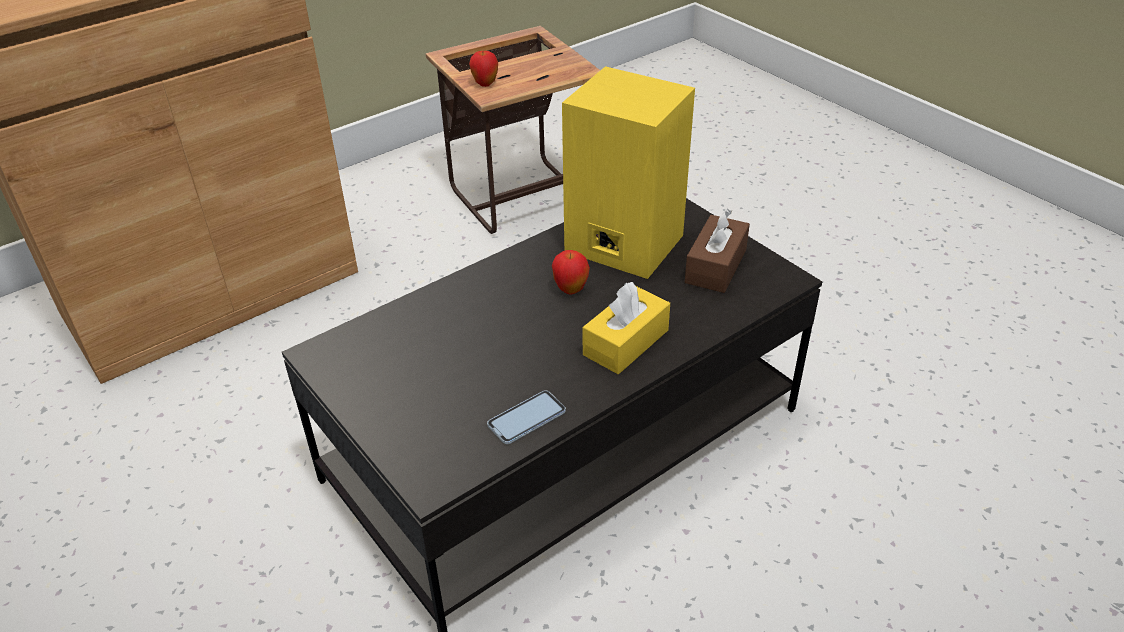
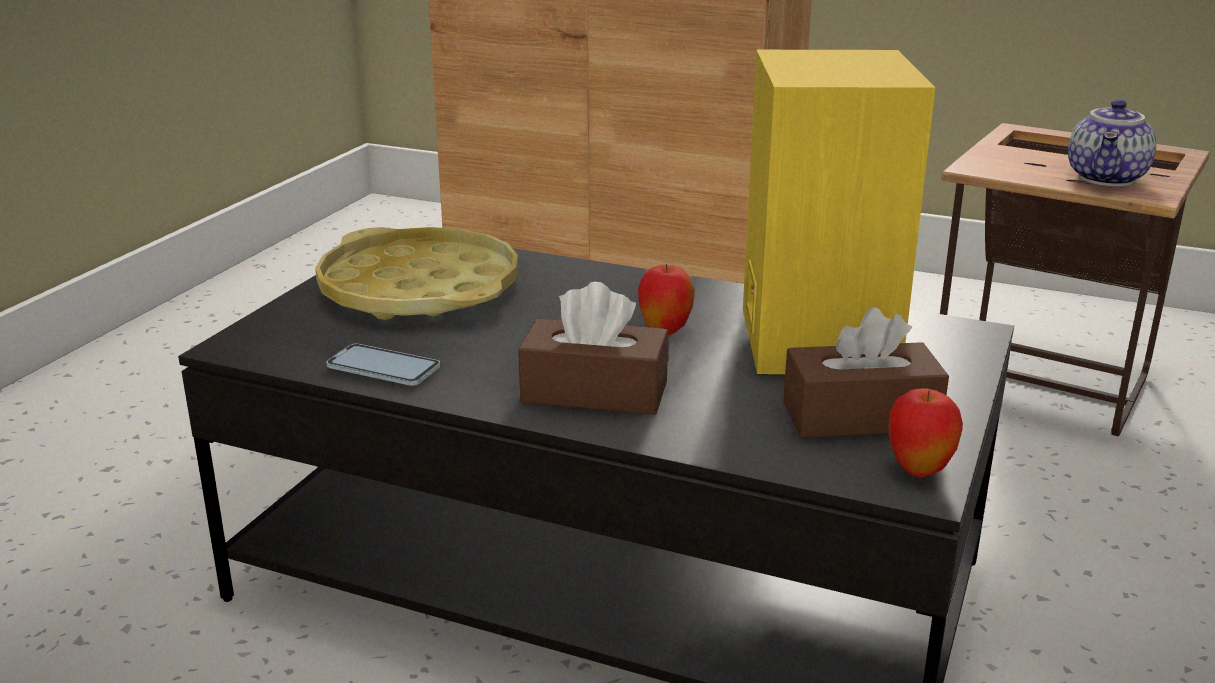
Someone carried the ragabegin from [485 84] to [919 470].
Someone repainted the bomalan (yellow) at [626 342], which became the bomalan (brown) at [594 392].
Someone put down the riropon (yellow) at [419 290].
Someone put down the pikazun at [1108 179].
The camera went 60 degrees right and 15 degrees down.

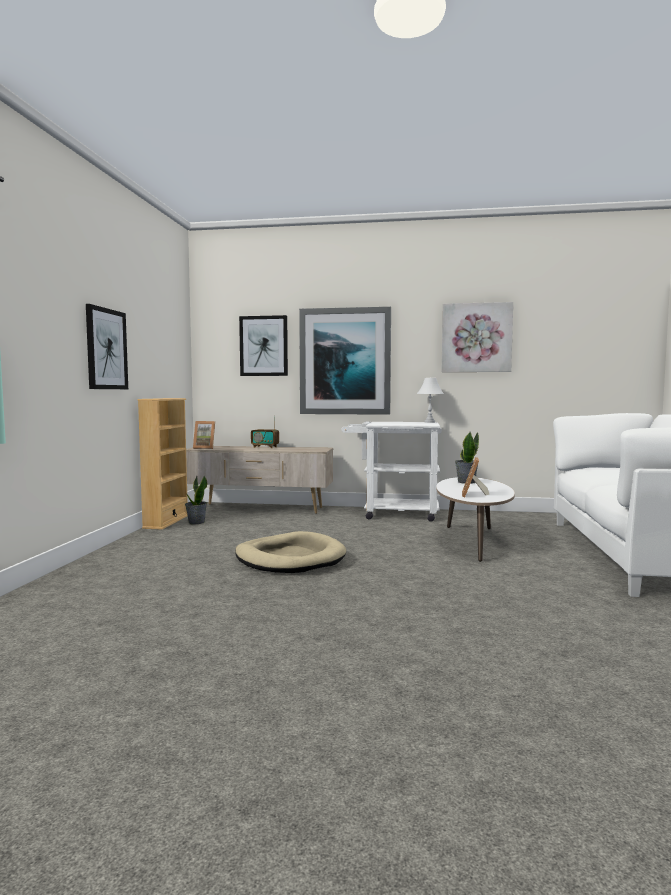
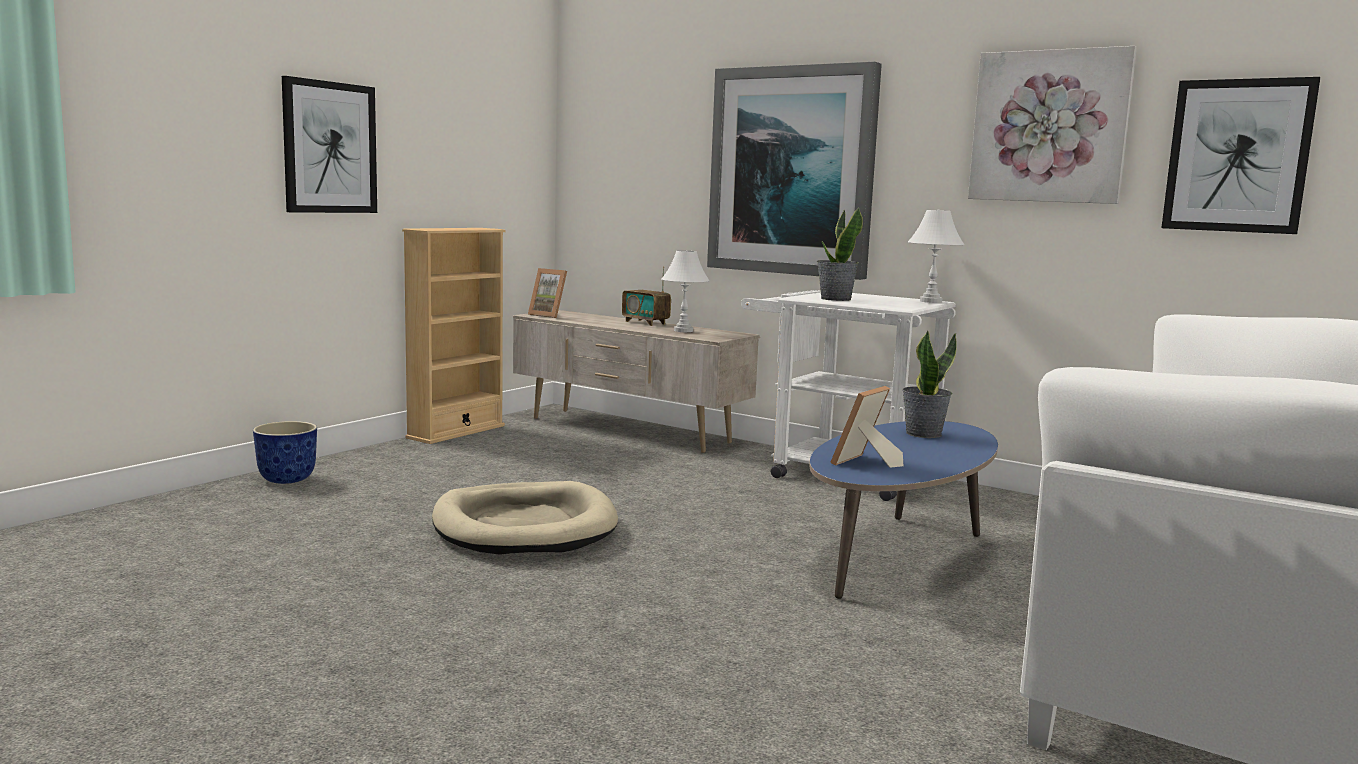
Someone carried the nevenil from [196 522] to [835 299].
Someone carried the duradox from [263 346] to [1237 156].
Someone repainted the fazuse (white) at [473 540], which became the fazuse (blue) at [899 554].
Someone put down the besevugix at [287 479].
Someone put down the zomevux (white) at [684 331].
The camera went 25 degrees right and 5 degrees up.

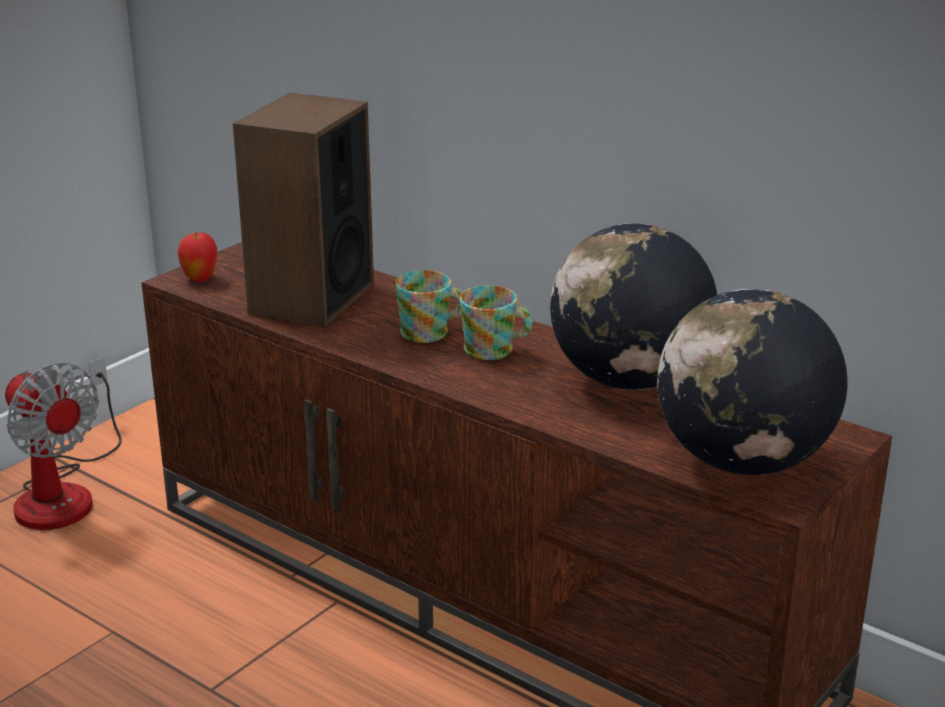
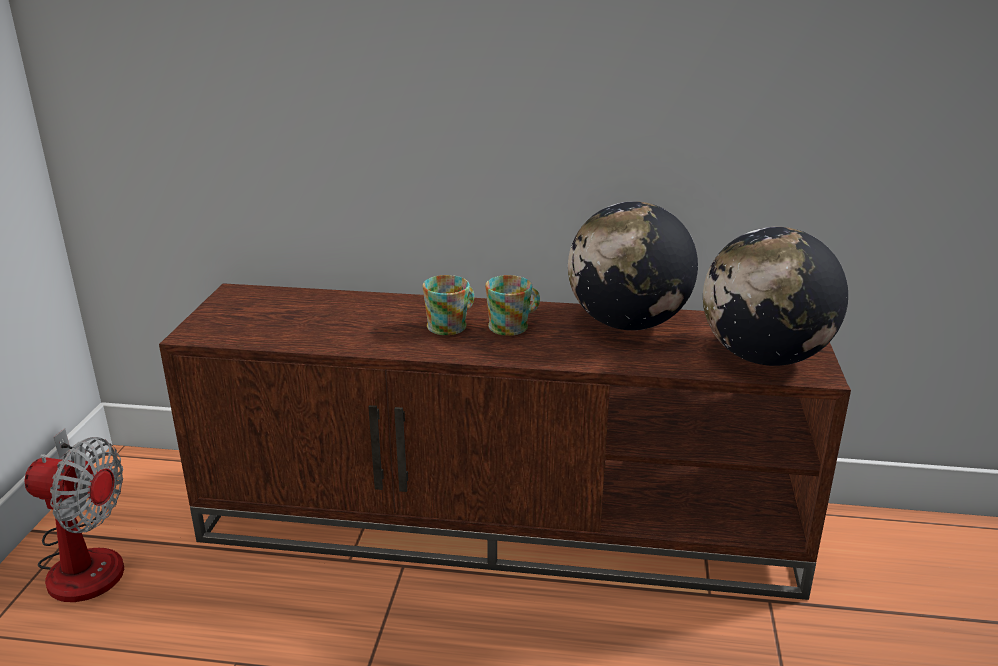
Someone took away the ragabegin at [200 279].
Someone took away the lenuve at [311 298].
The camera went 30 degrees left and 0 degrees up.

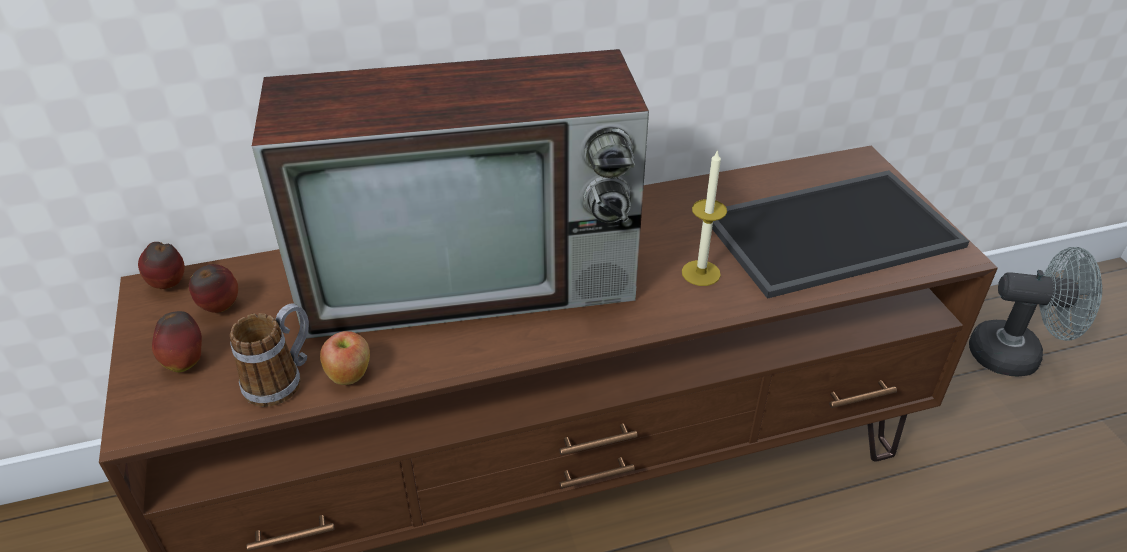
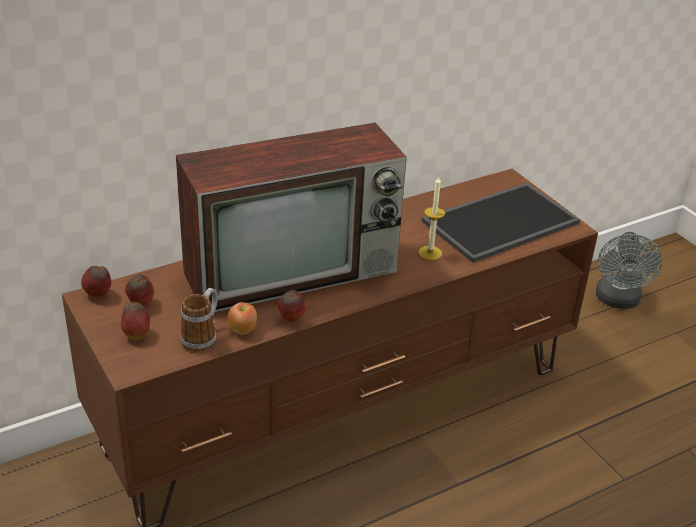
Someone rotated the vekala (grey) at [1016 355] by 105 degrees clockwise.
Someone put down the ragabegin at [291 319].
The camera went 15 degrees left and 5 degrees down.

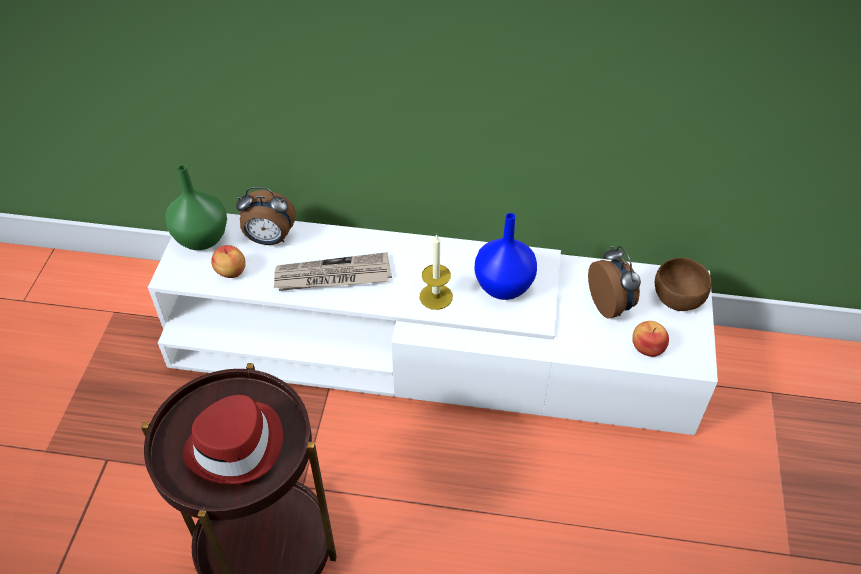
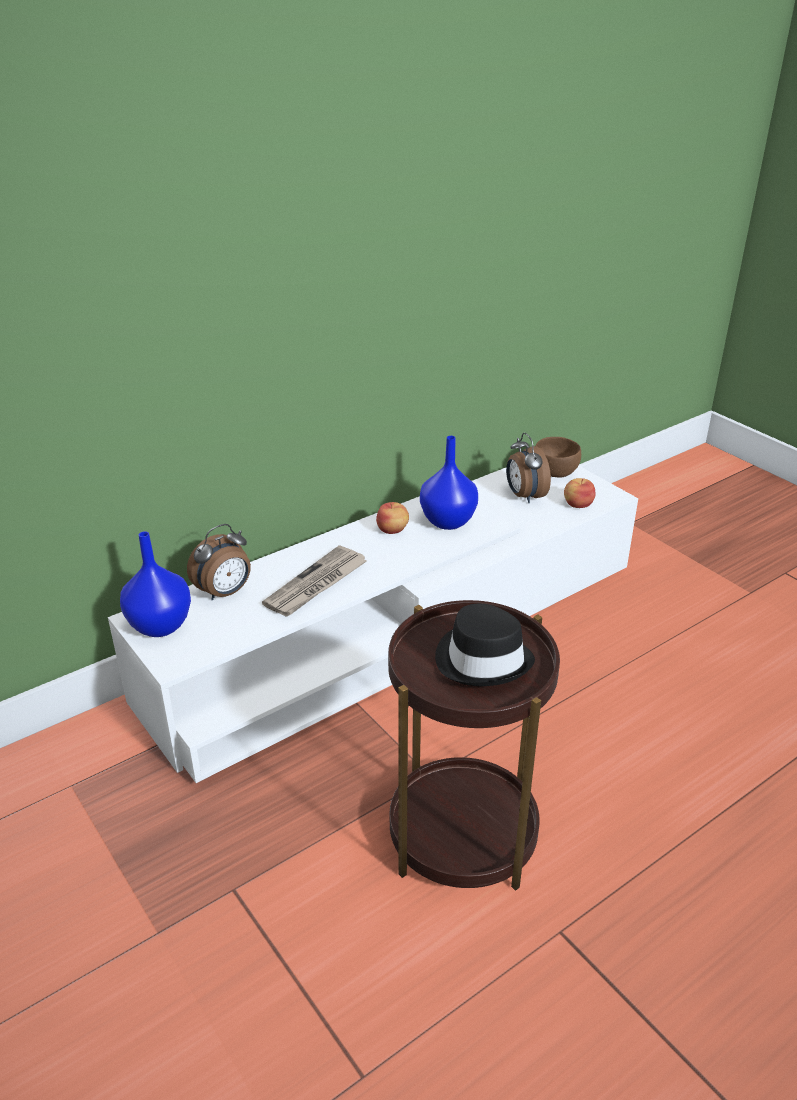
Someone repainted the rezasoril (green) at [201 238], which became the rezasoril (blue) at [159 625].
Someone repainted the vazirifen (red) at [237 446], which became the vazirifen (black) at [483 659].
Someone carried the ragabegin from [230 272] to [392 530].
Someone took away the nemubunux at [436 296].
Someone rotated the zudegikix at [610 305] by 135 degrees counterclockwise.
The camera went 45 degrees left and 15 degrees down.

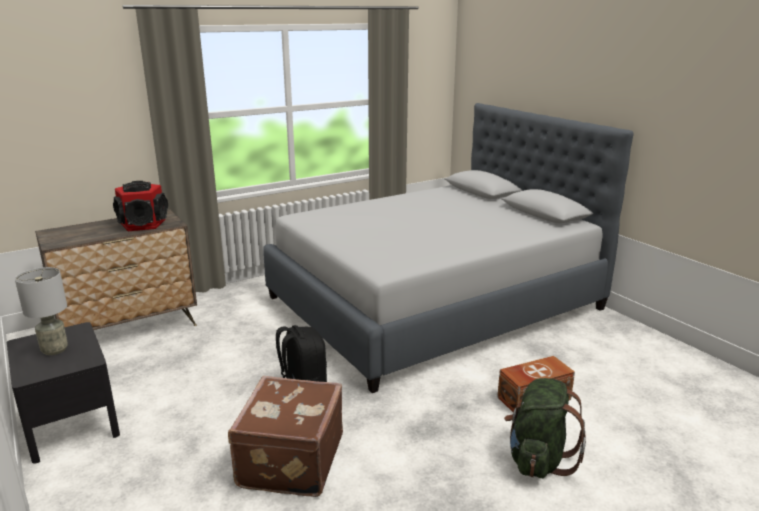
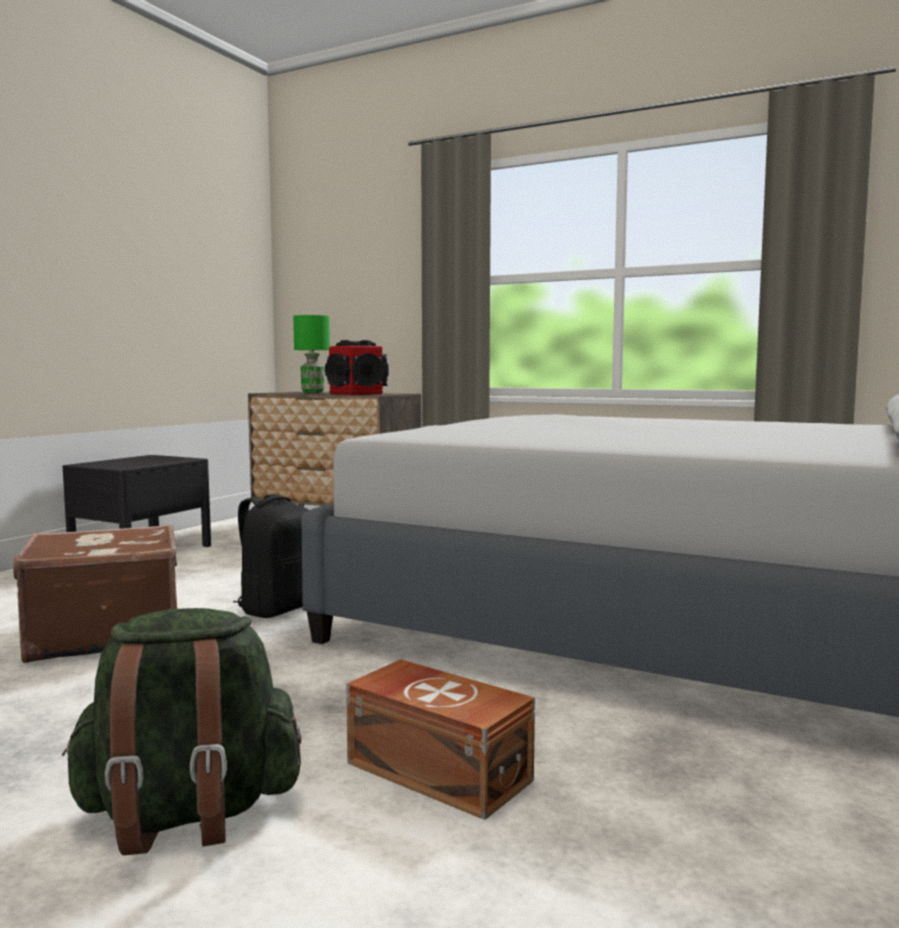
Someone took away the zomevux (grey) at [54 350].
Someone put down the zomevux (green) at [312 392].
The camera went 60 degrees right and 15 degrees down.

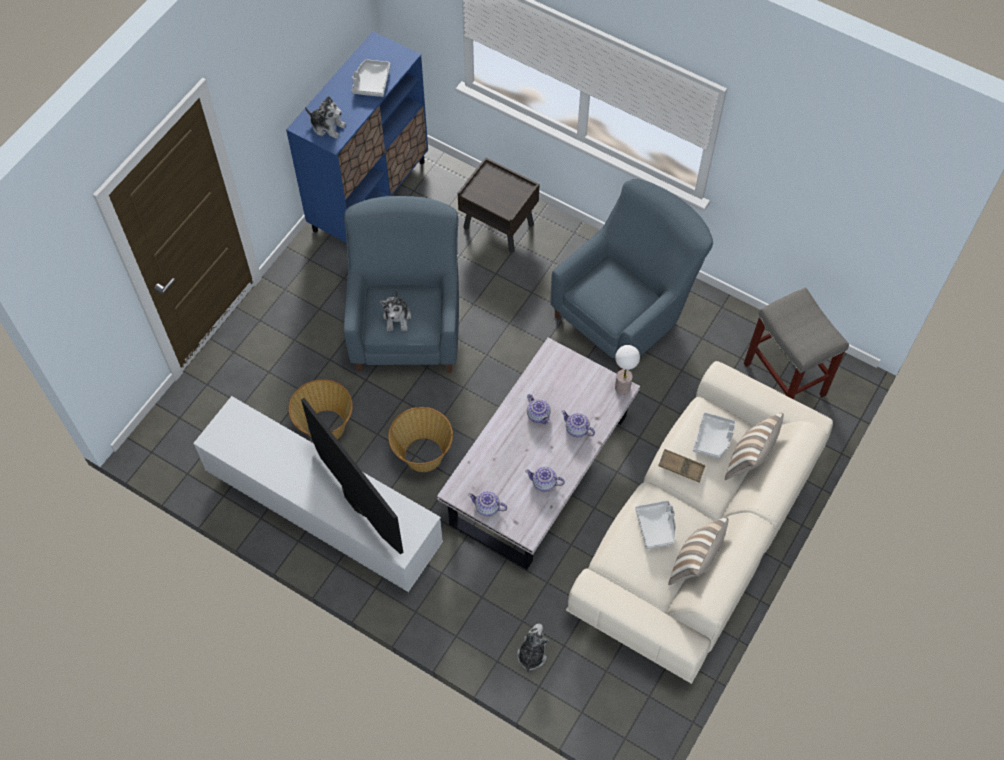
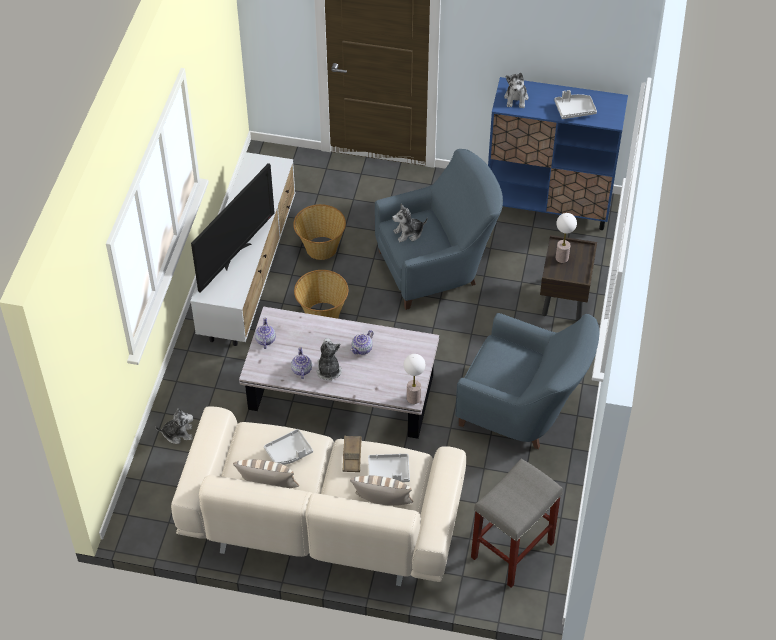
Someone took away the pikazun at [577 429].
Someone put down the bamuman at [328 370].
Someone put down the zomevux at [561 258].
The camera went 70 degrees right and 10 degrees down.

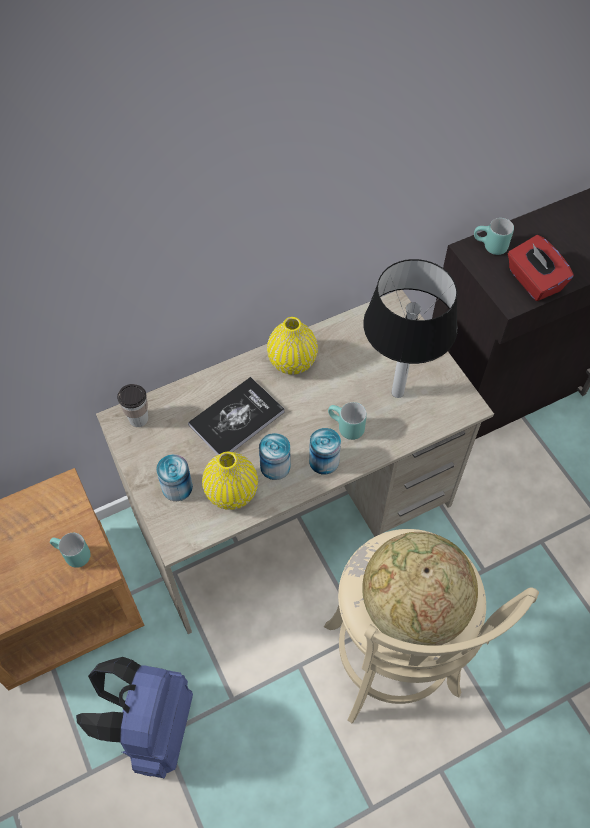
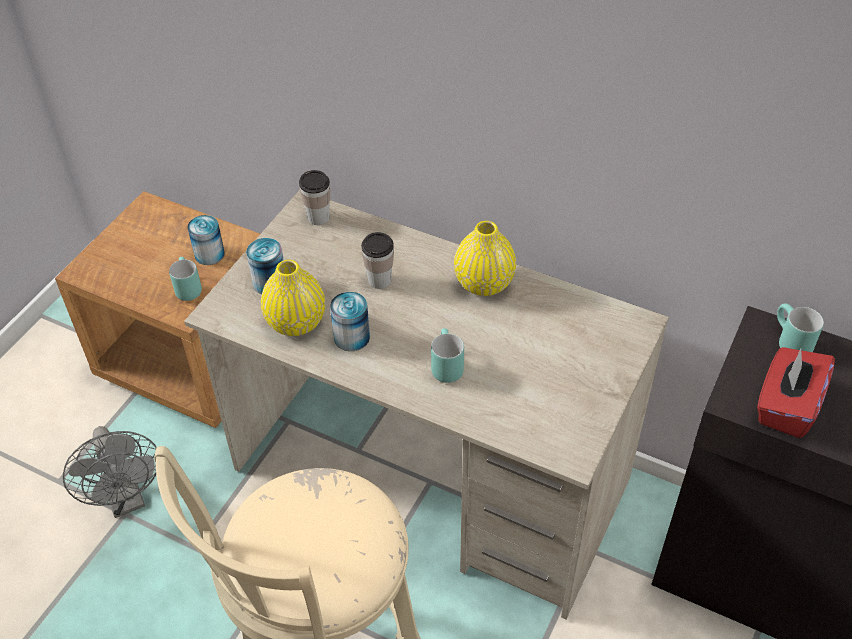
Someone swapped the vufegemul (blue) at [151 727] for the vekala (grey) at [127 500].
Someone swapped the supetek at [236 418] for the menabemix at [379 280].
Someone carried the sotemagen from [324 461] to [209 254].
Someone took away the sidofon at [412 607].
Someone took away the zomevux at [396 392].
The camera went 55 degrees right and 10 degrees down.

